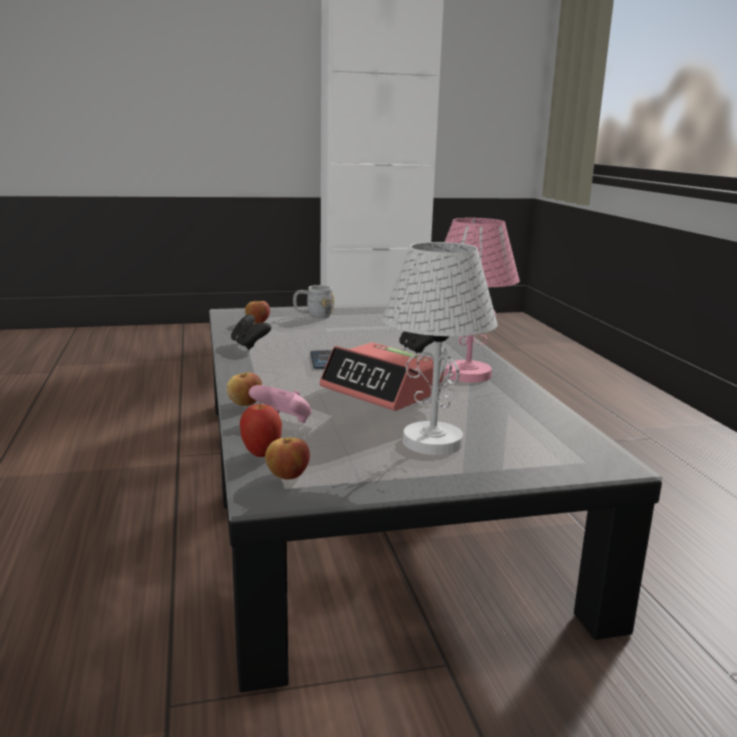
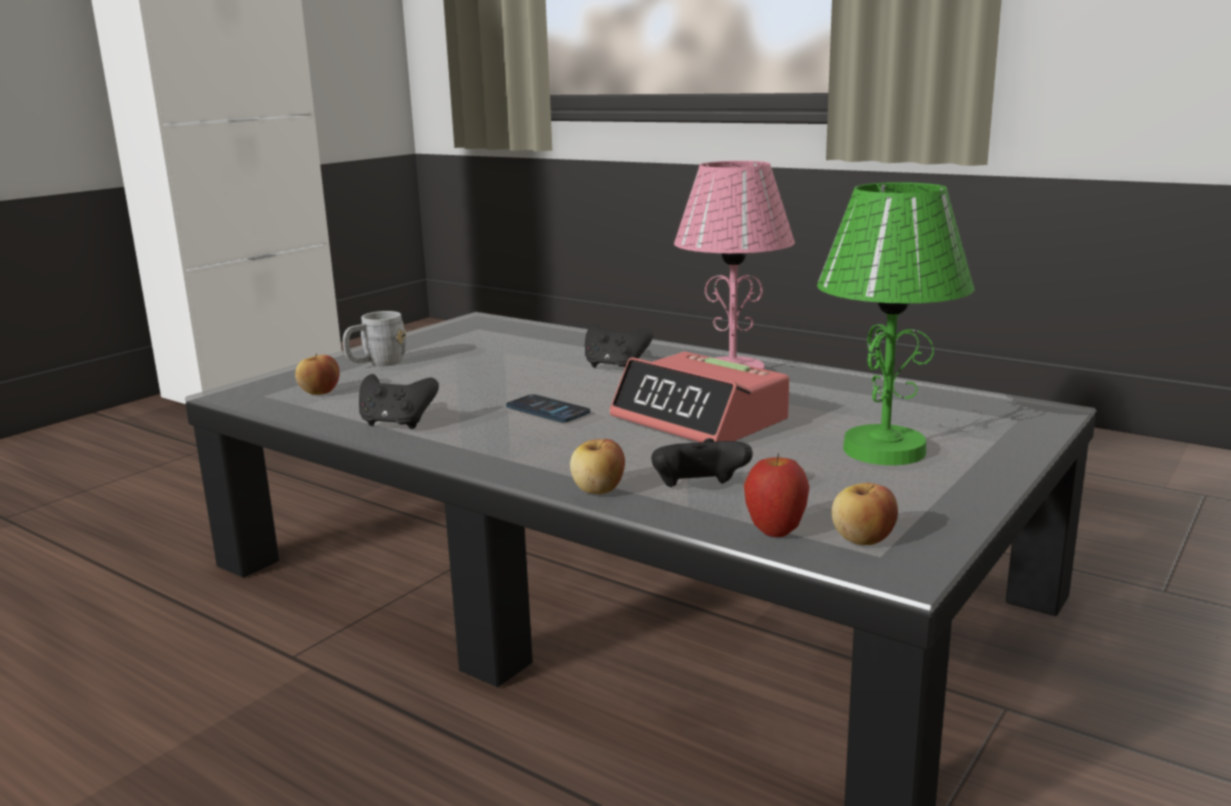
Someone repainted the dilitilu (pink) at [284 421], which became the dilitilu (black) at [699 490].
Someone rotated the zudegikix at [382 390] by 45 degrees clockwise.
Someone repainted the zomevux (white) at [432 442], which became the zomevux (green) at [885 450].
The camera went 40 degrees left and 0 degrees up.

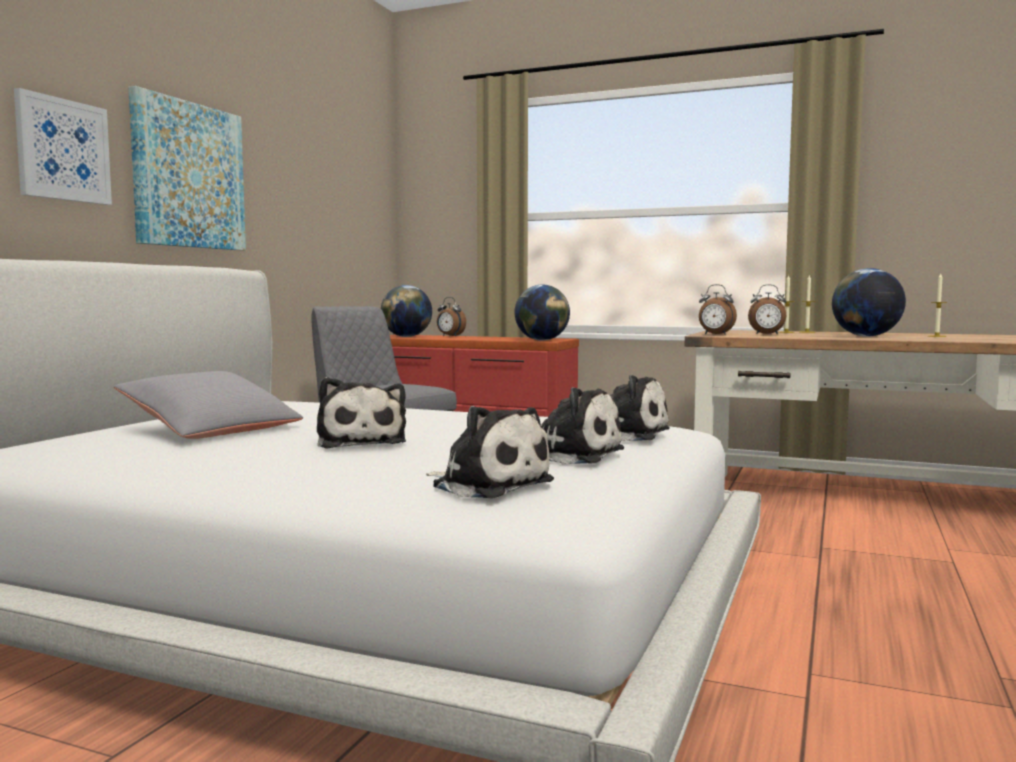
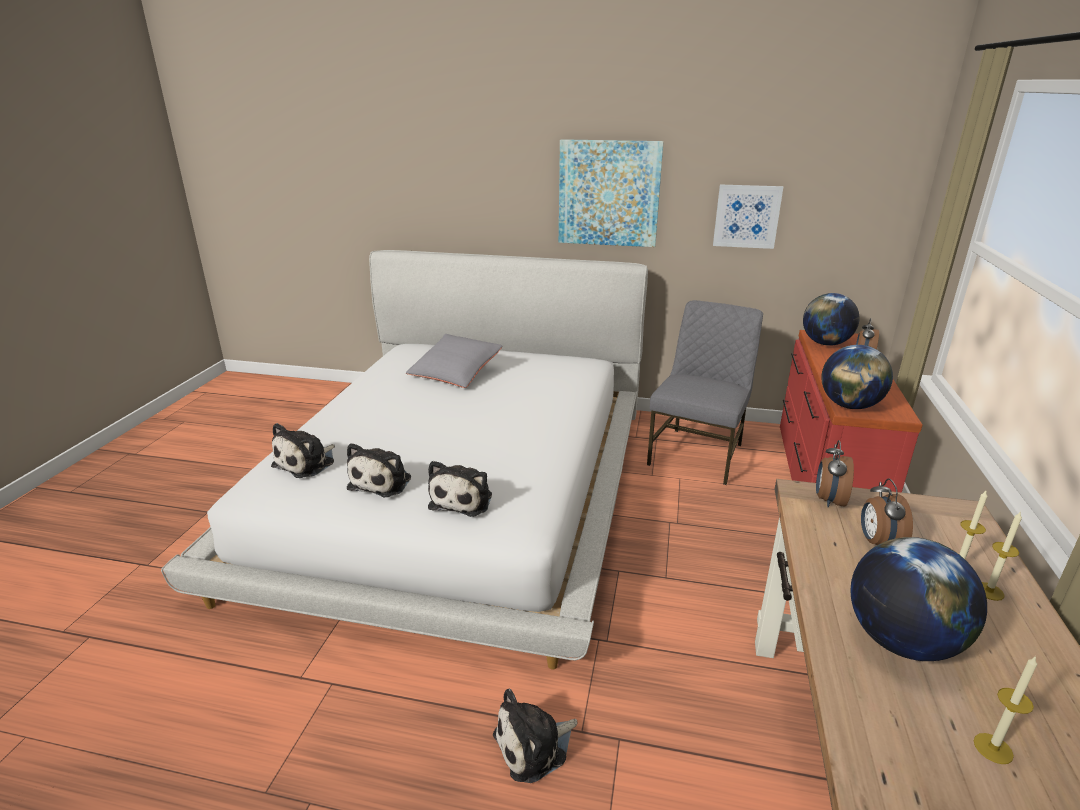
Someone carried the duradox from [63 150] to [746 216].
Someone carried the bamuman from [361 442] to [534 746].
The camera went 80 degrees right and 20 degrees up.

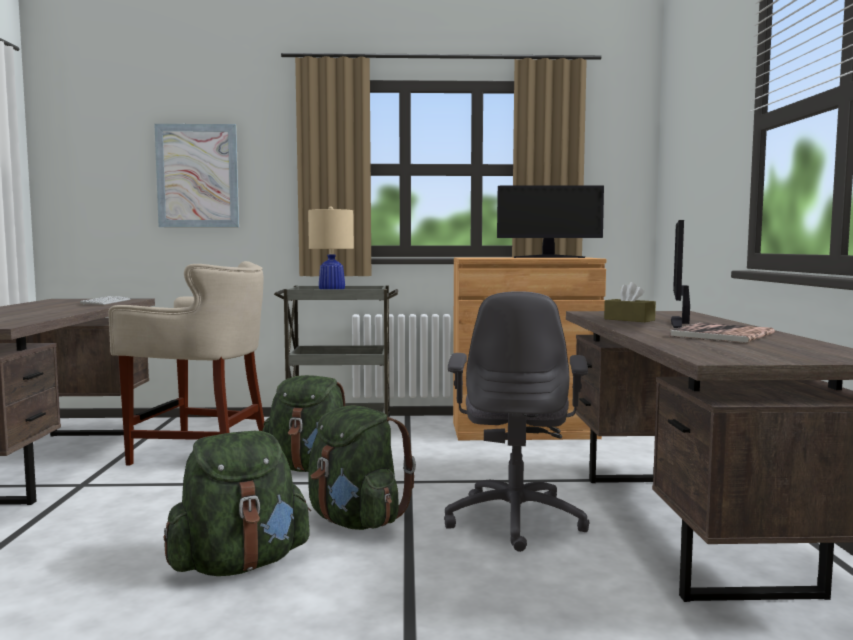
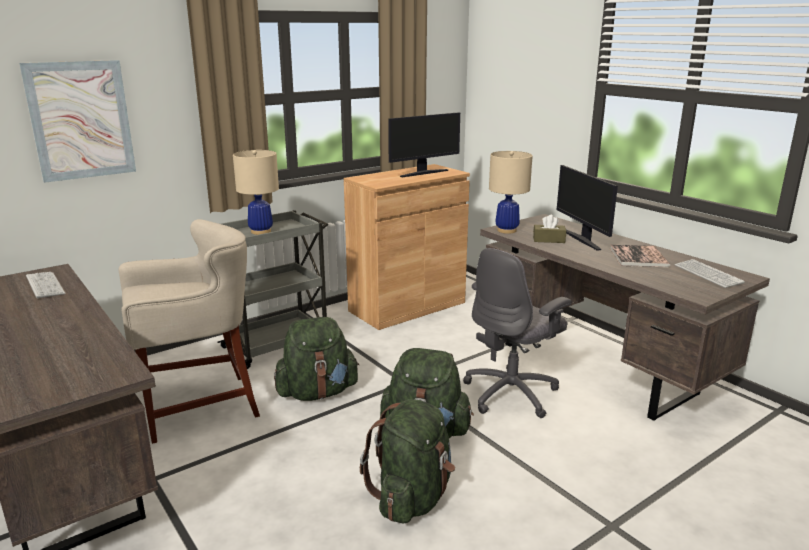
Someone rotated the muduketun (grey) at [515 520] by 75 degrees clockwise.
Someone put down the zomevux (beige) at [506 230].
Someone put down the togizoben at [708 274].
The camera went 35 degrees left and 15 degrees up.

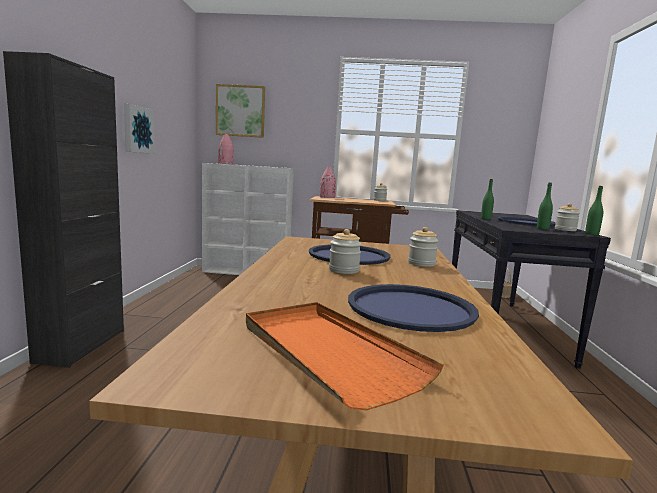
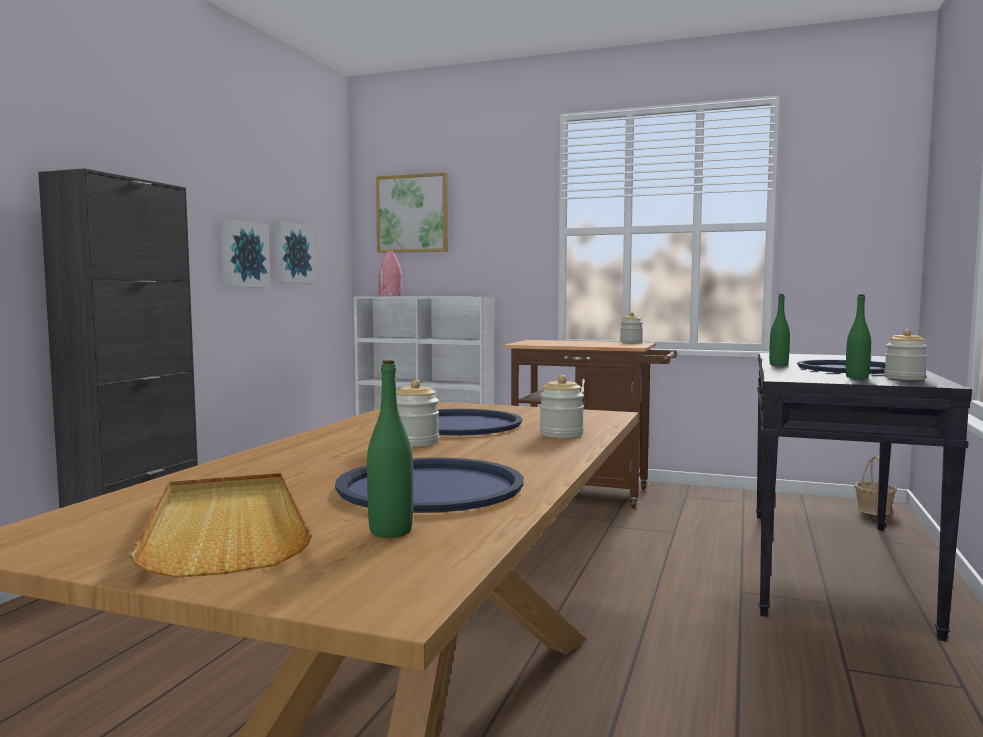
Someone repainted the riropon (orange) at [327 352], which became the riropon (beige) at [226 528].
Someone took away the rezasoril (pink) at [327 197].
Someone carried the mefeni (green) from [591 234] to [390 531].
Someone put up the duradox at [291 253].
The camera went 15 degrees right and 5 degrees down.

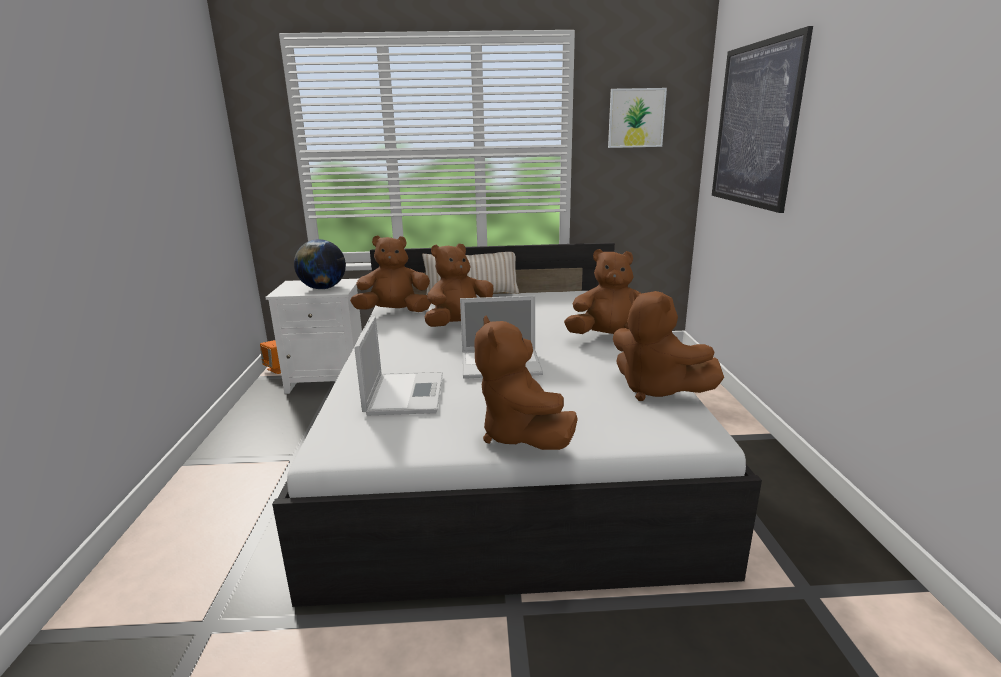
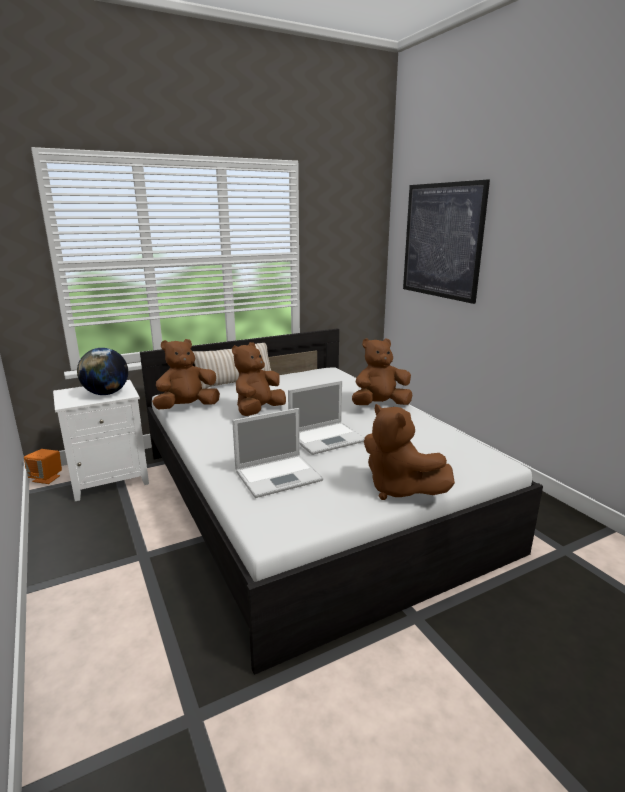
Someone rotated the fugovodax at [405 393] by 90 degrees clockwise.
Someone took away the duradox at [636 118].
Someone took away the bamuman (brown) at [656 390].
The camera went 25 degrees left and 0 degrees up.

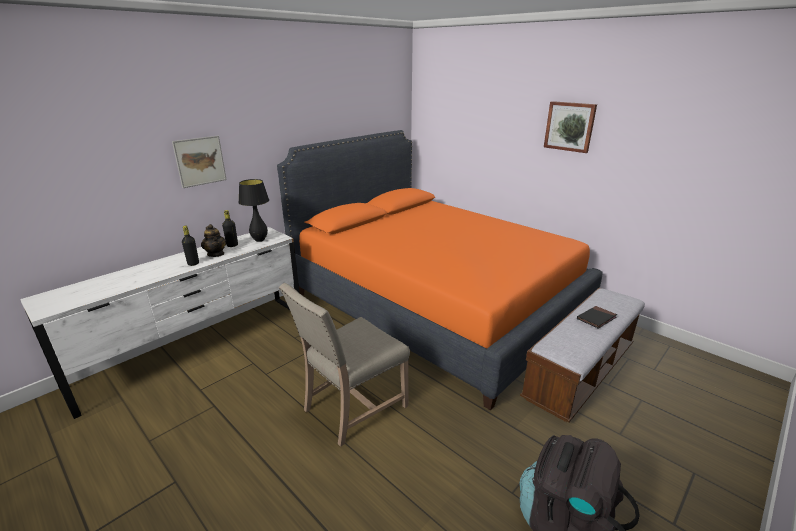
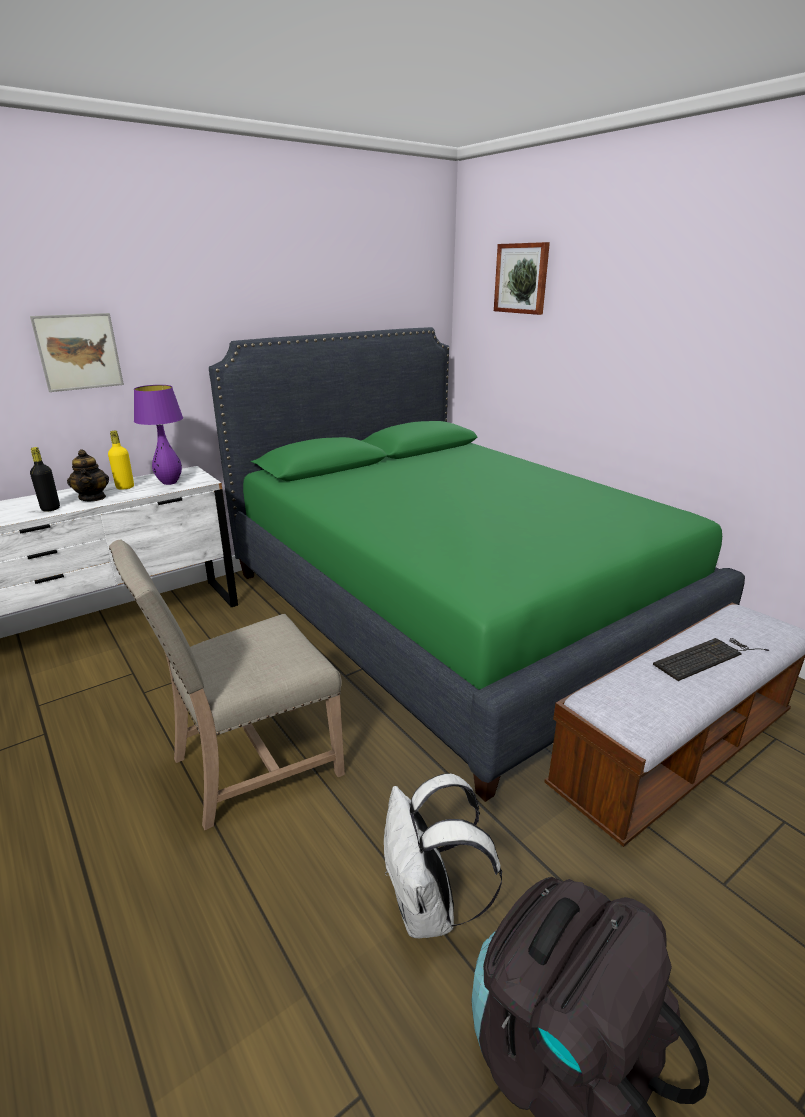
Someone repainted the mefeni (black) at [232 245], which became the mefeni (yellow) at [125 487].
Someone repainted the zomevux (black) at [259 240], which became the zomevux (purple) at [170 482].
Someone repainted the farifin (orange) at [435 304], which became the farifin (green) at [451 610].
Someone carried the duradox from [569 126] to [522 278].
Someone swapped the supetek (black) at [596 318] for the togizoben at [707 657].
Someone put down the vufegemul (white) at [429 908].
The camera went 10 degrees right and 0 degrees up.

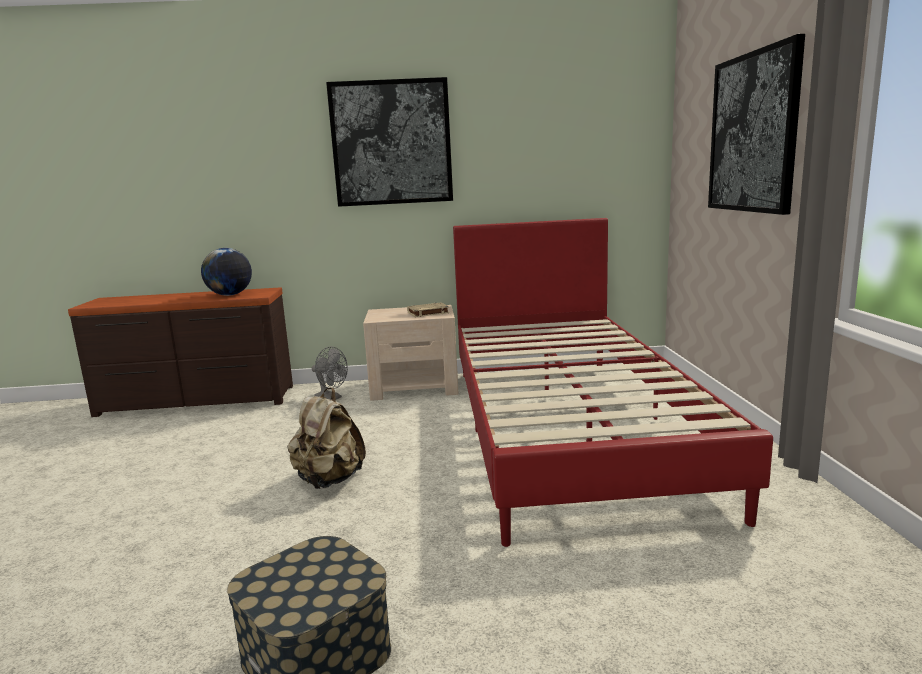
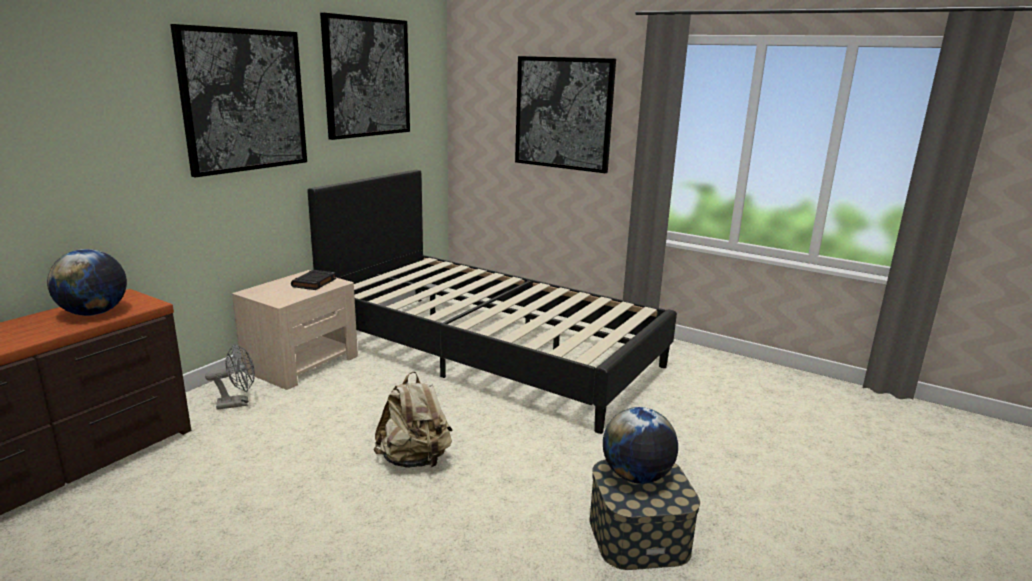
Someone repainted the supetek (beige) at [427 313], which became the supetek (black) at [314 283].
Someone repainted the farifin (red) at [567 428], which became the farifin (black) at [489 352].
Someone put up the duradox at [367 77].
Someone put down the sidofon at [636 476].
The camera went 55 degrees left and 5 degrees up.

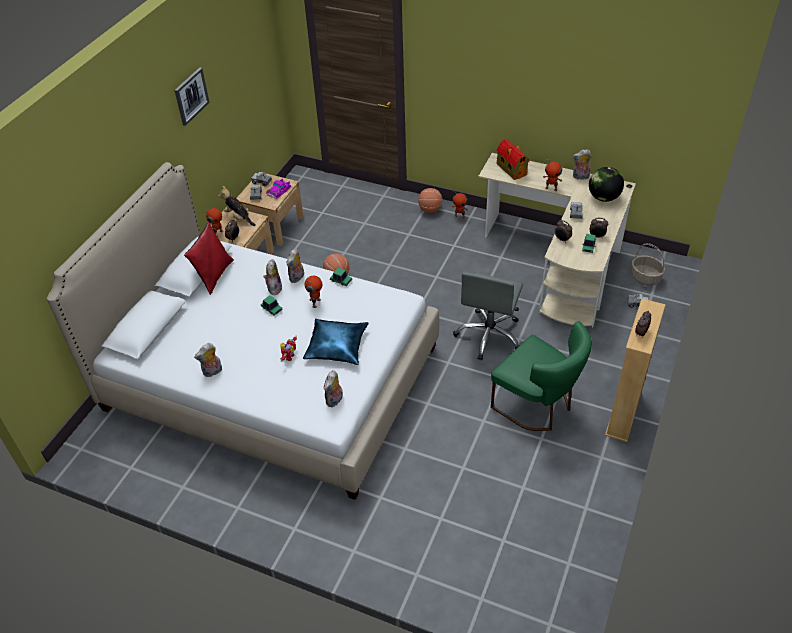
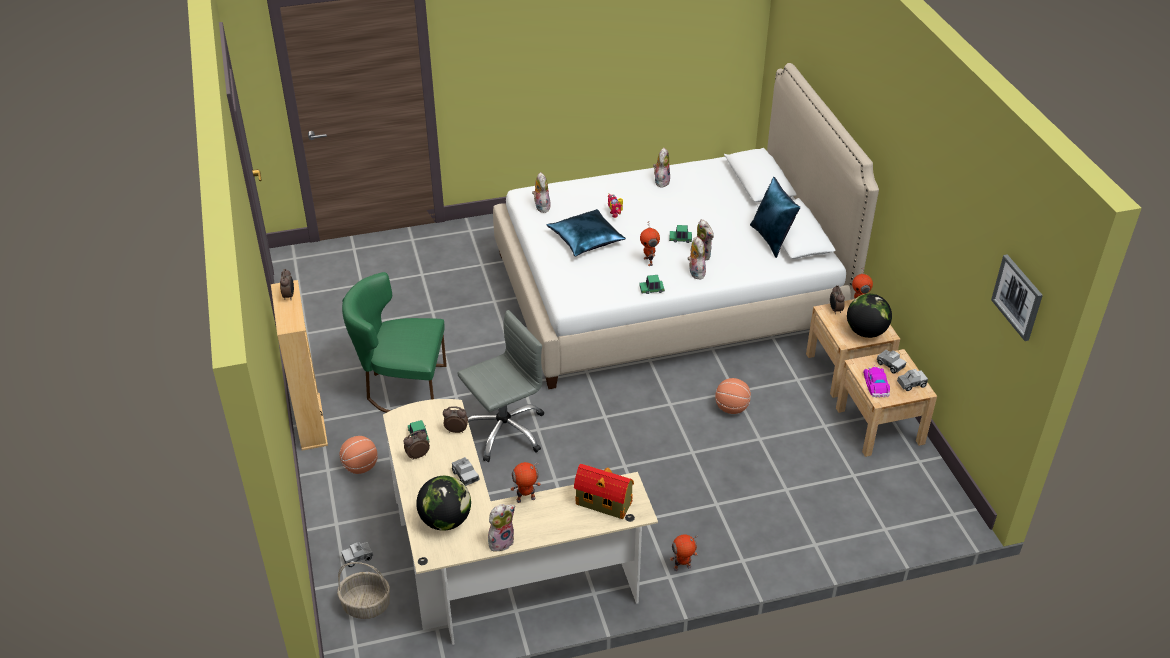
Someone carried the duradox from [191 96] to [1018 297].
Someone repainted the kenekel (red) at [214 275], which became the kenekel (blue) at [772 239].
Someone swapped the bamuman at [238 218] for the sidofon at [866 332].
Someone carried the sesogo from [430 209] to [360 467].
Someone rotated the muduketun (grey) at [489 335] by 75 degrees clockwise.
The camera went 140 degrees right and 5 degrees down.

